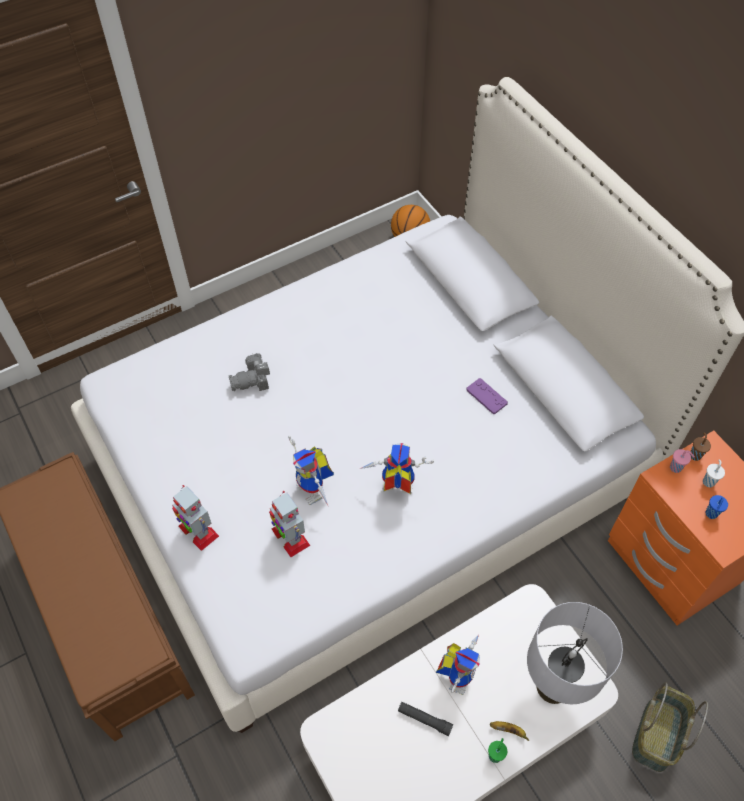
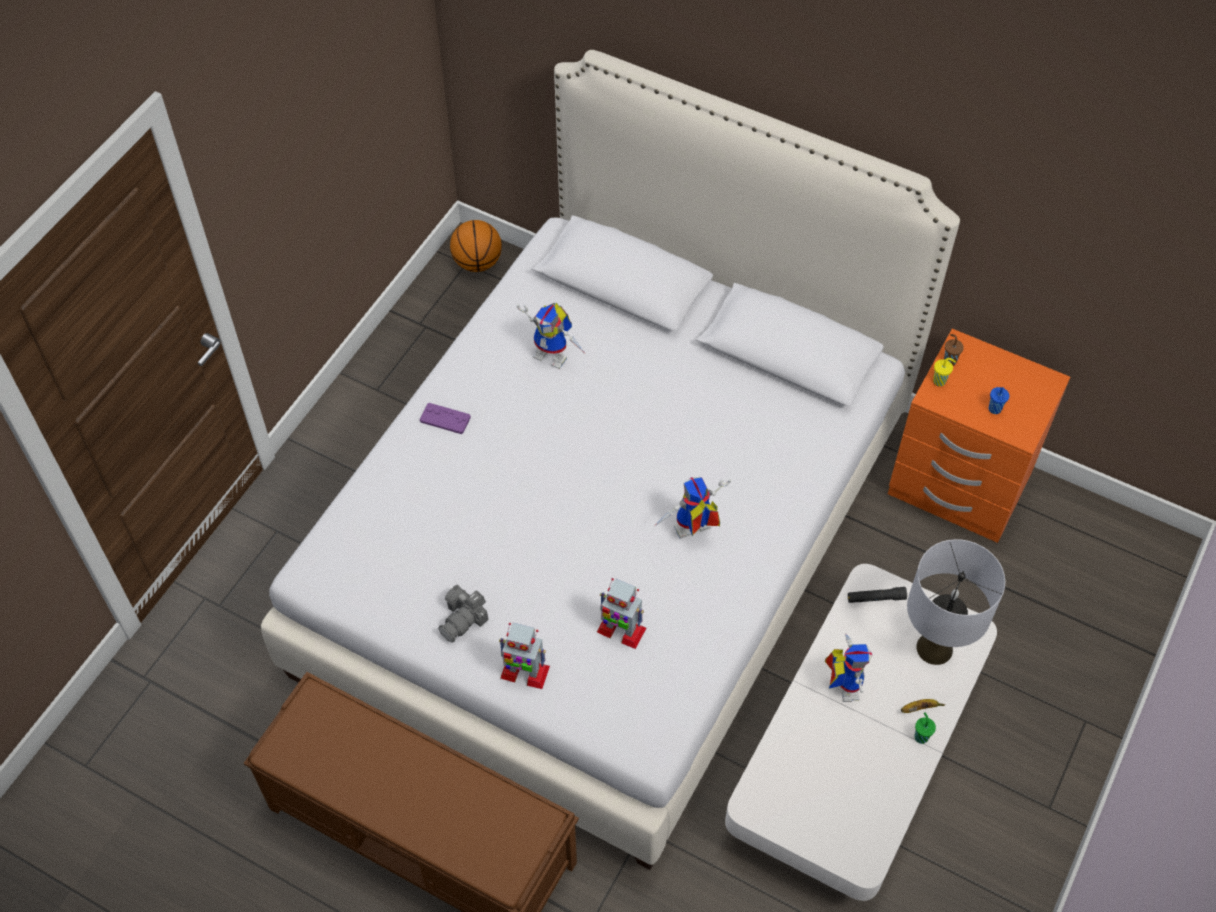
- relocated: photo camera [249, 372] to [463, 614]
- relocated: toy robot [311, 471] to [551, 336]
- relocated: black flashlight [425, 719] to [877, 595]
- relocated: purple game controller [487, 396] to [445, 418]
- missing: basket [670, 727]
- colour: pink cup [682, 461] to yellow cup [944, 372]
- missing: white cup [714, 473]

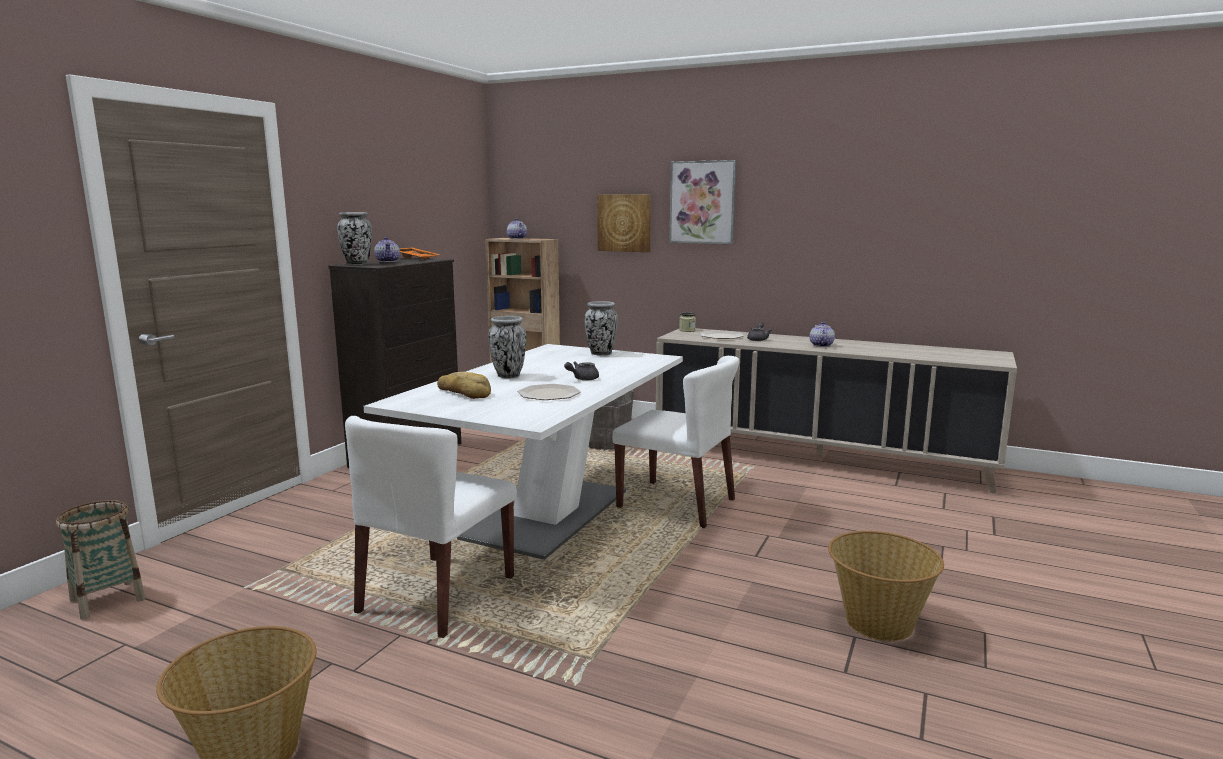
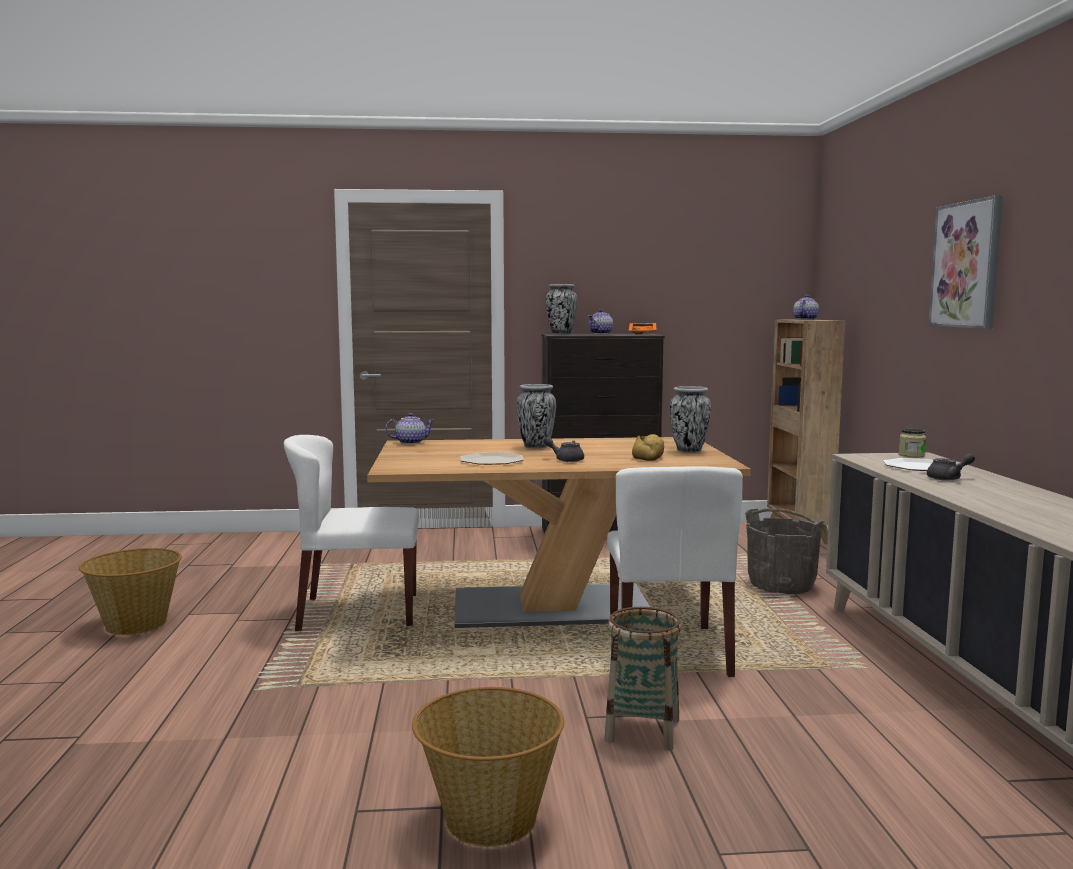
- relocated: basket [100, 560] to [643, 678]
- colour: white dining table [523, 452] to brown dining table [559, 532]
- relocated: bread [464, 385] to [648, 447]
- missing: picture [624, 223]
- relocated: teapot [822, 334] to [410, 428]

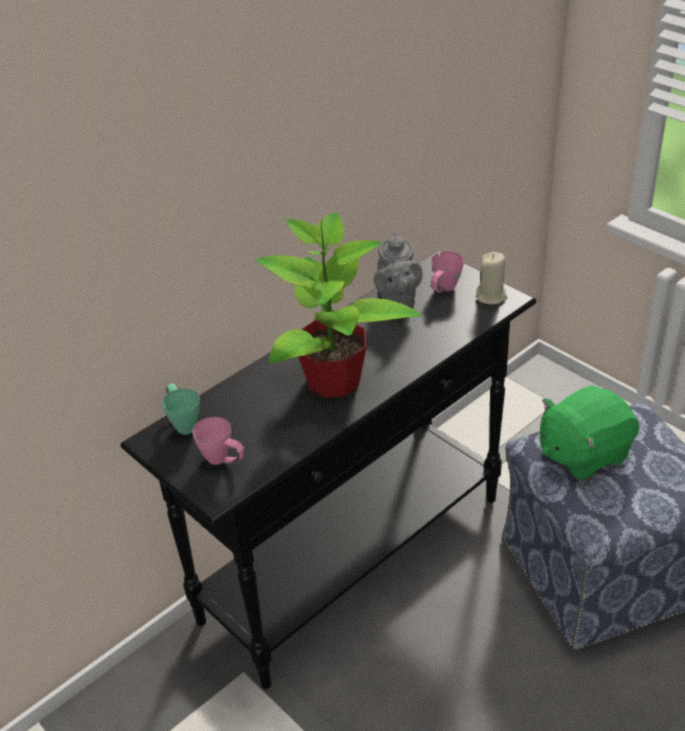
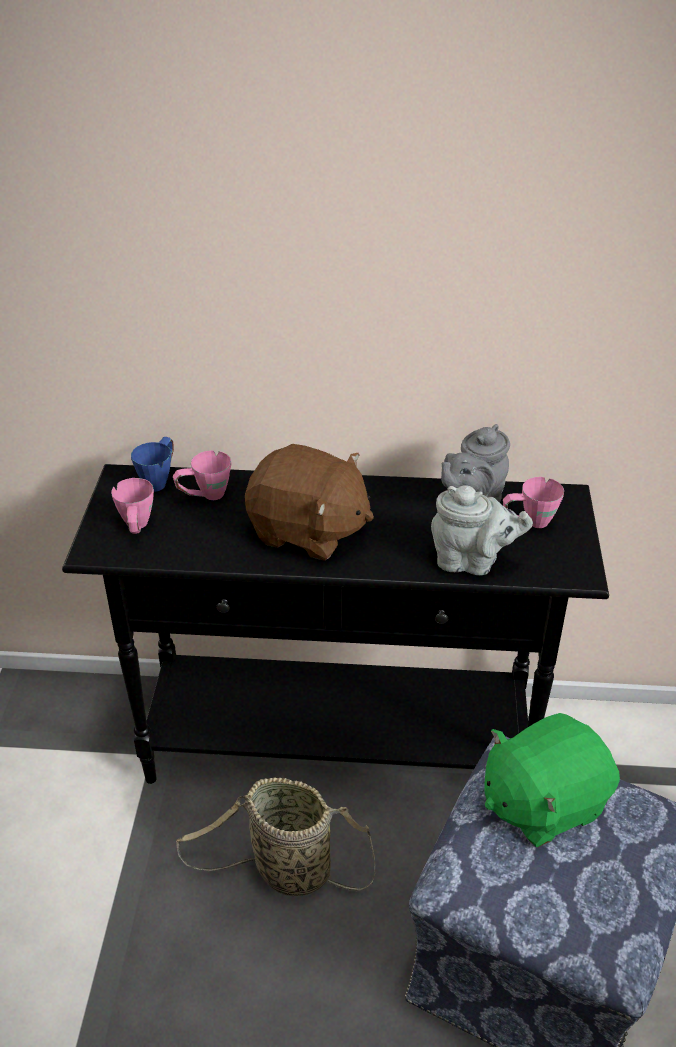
- colour: green mug [181, 409] to blue mug [152, 464]
- exchanged: potted plant [339, 305] to brown plush toy [309, 502]
- missing: beige candle [492, 278]
- spun: green plush toy [589, 433] = [552, 780] 45 degrees counterclockwise
- appeared: pink mug [202, 475]
- appeared: basket [275, 836]
- appeared: grey teapot [482, 530]

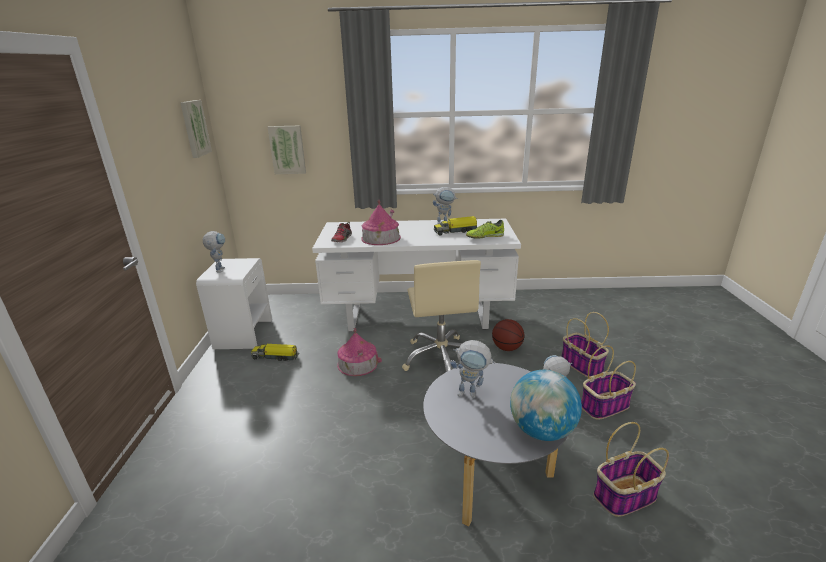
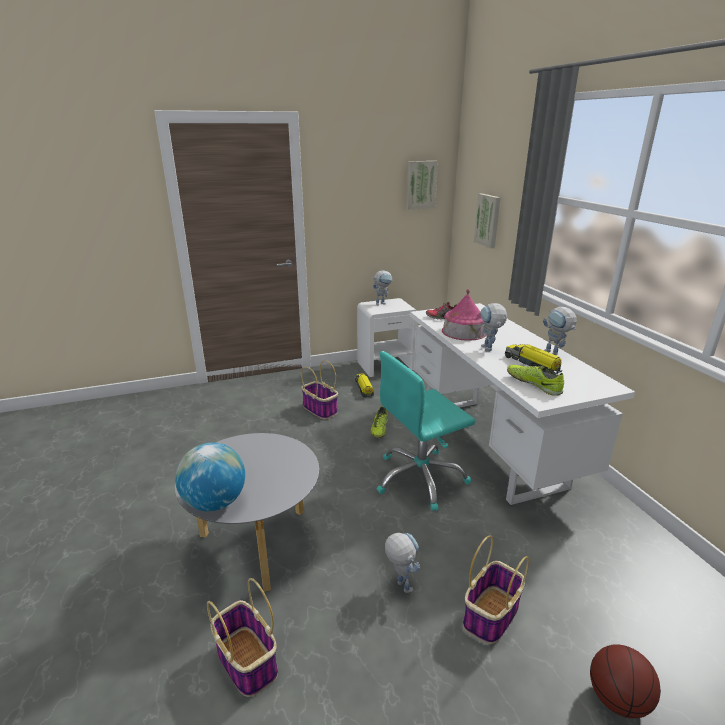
- exchanged: toy house [359, 352] to shoe [379, 422]
- colour: beige office chair [441, 316] to turquoise office chair [426, 431]
- relocated: toy robot [472, 369] to [494, 327]
- relocated: basketball [508, 335] to [625, 681]
- relocated: basket [608, 382] to [319, 390]

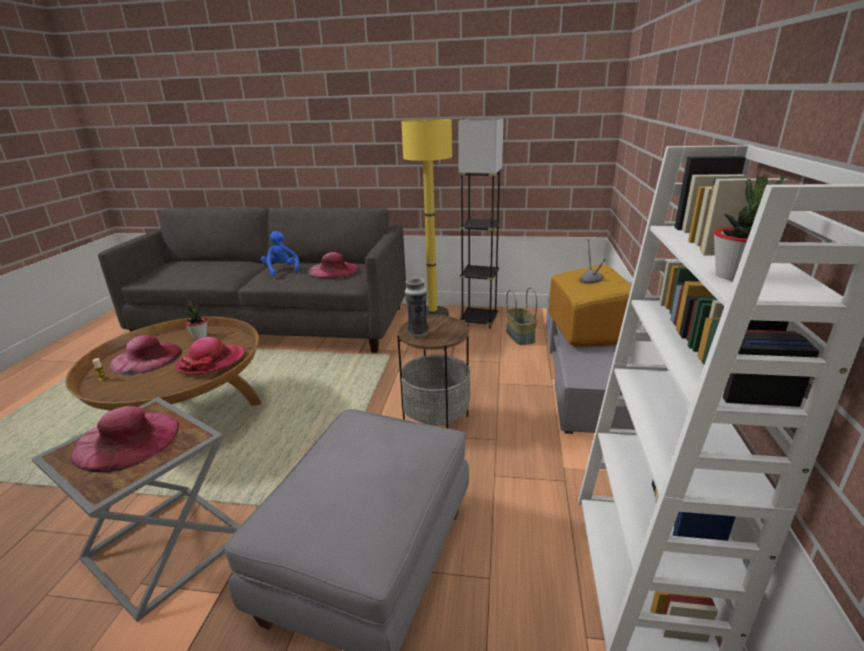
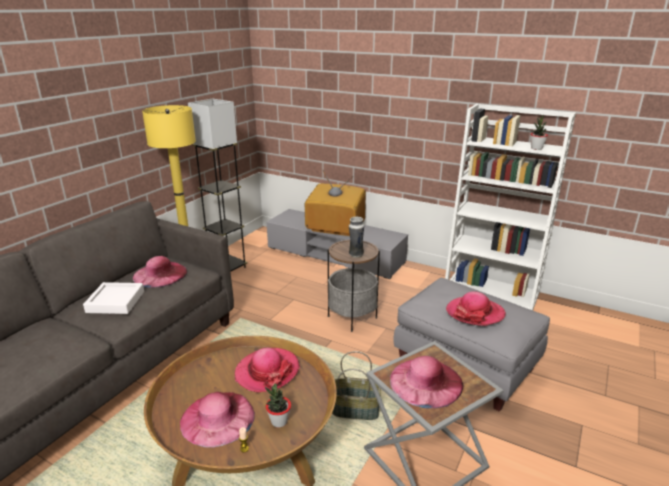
- relocated: potted plant [195, 319] to [278, 406]
- exchanged: blue plush toy [280, 253] to white tray [113, 298]
- relocated: basket [521, 316] to [356, 385]
- appeared: hat [476, 308]

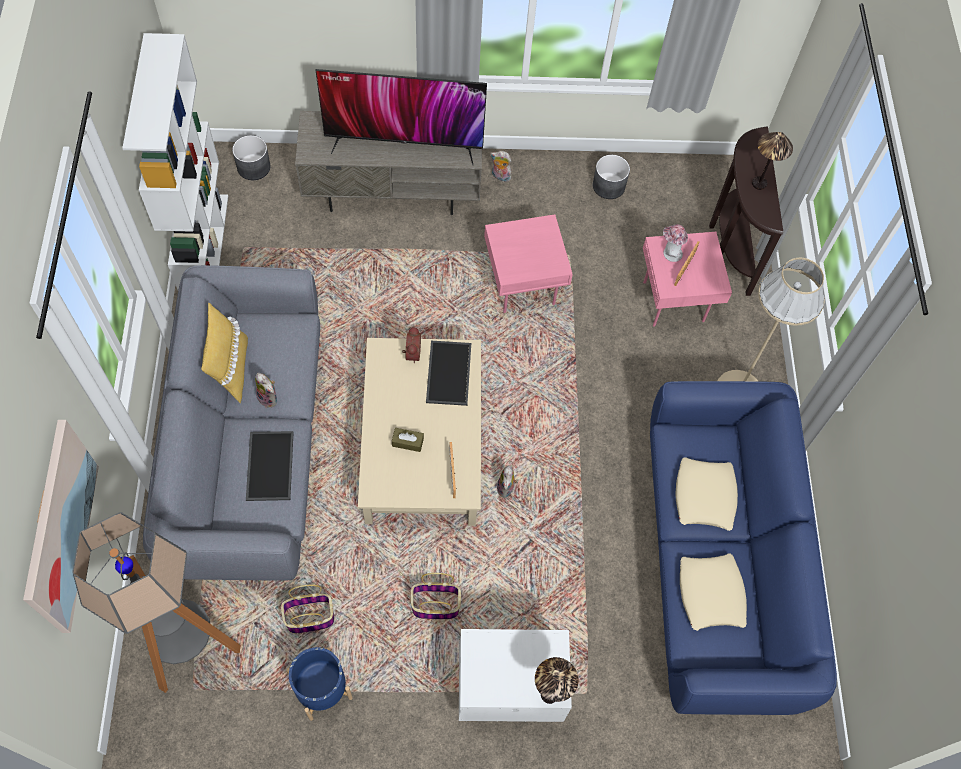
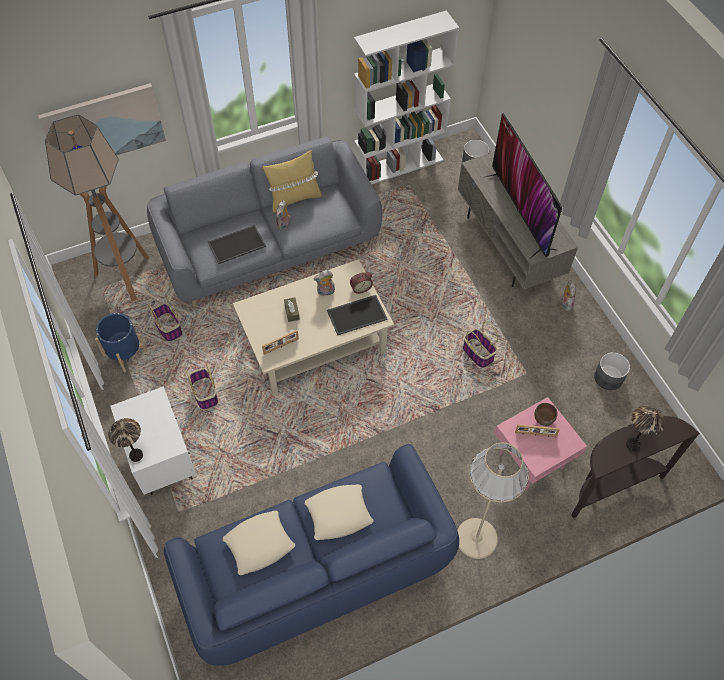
- exchanged: pink side table [528, 263] to basket [480, 345]
- relocated: plush toy [507, 481] to [324, 283]
- exchanged: hat [675, 243] to brown bowl [545, 414]

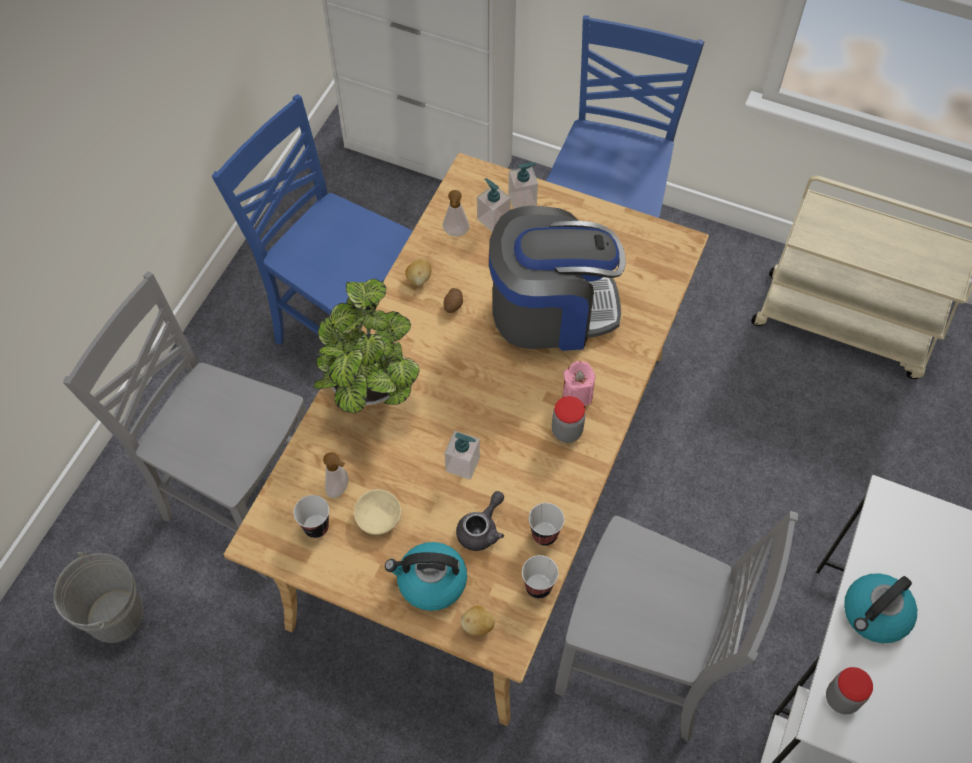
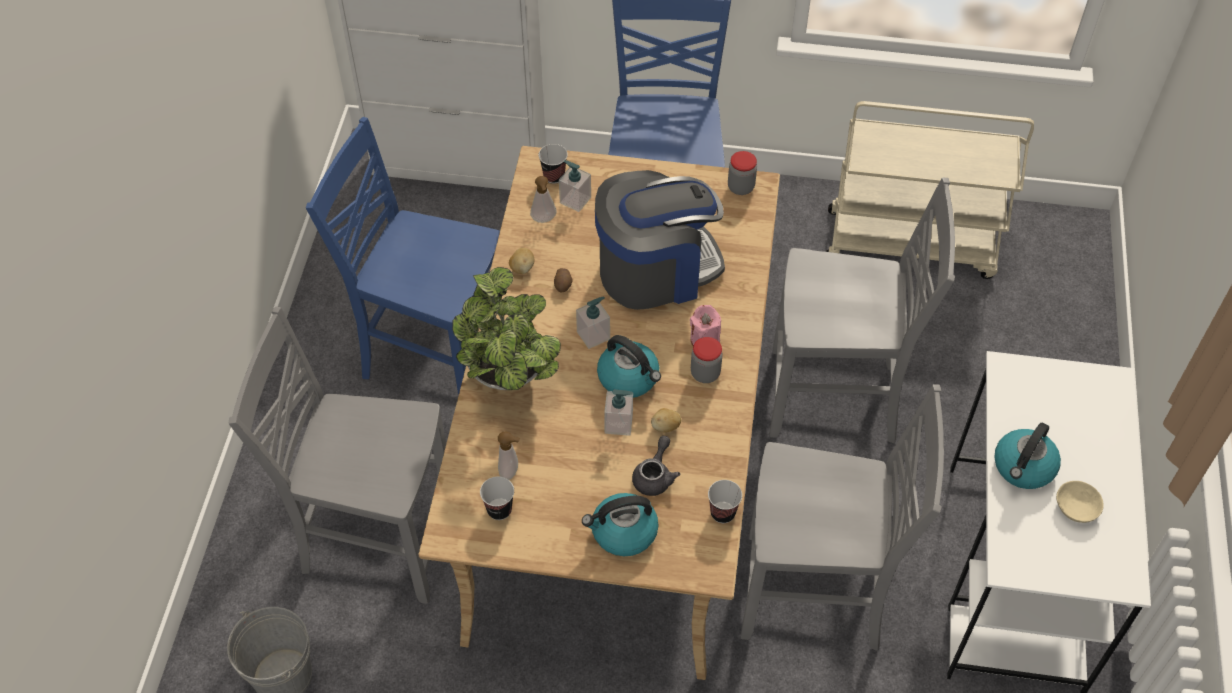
- relocated: beige bowl [377, 512] to [1080, 502]
- relocated: potato [478, 621] to [666, 420]
- relocated: soap dispenser [523, 185] to [593, 322]
- relocated: cup [546, 524] to [553, 164]
- relocated: jar [849, 690] to [742, 173]
- appeared: kettle [629, 366]
- appeared: grey chair [862, 310]

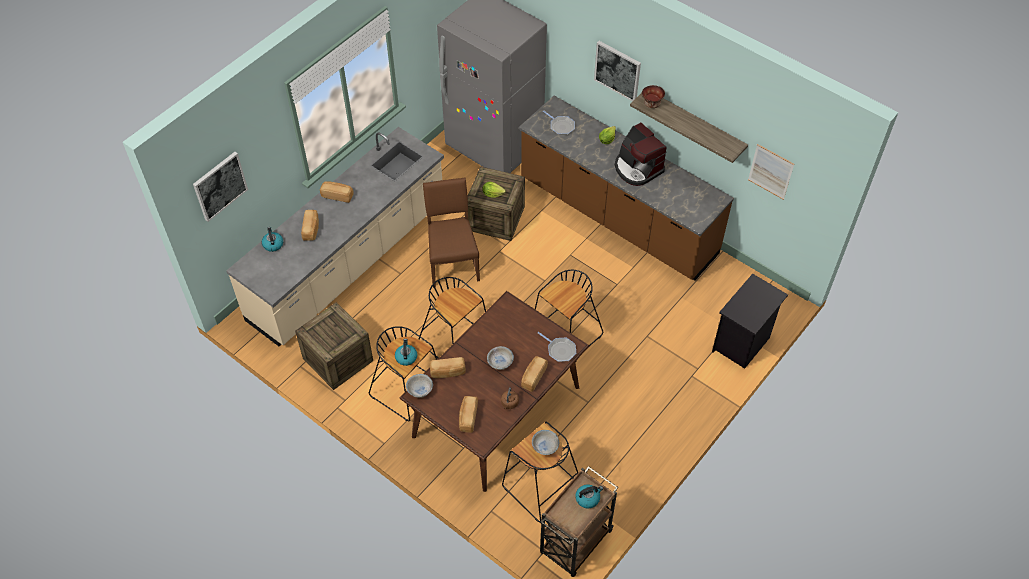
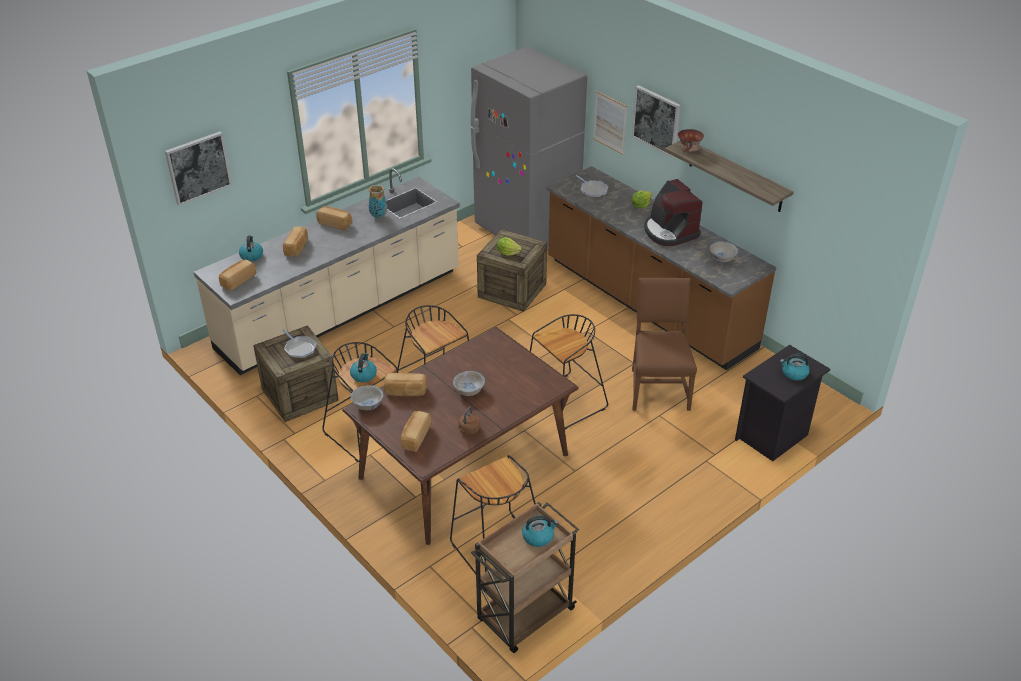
- relocated: brown chair [451, 232] to [664, 344]
- relocated: bread [534, 374] to [237, 275]
- relocated: white bowl [545, 442] to [724, 251]
- relocated: frying pan [557, 347] to [299, 343]
- relocated: picture [771, 172] to [610, 123]
- appeared: vase [377, 202]
- appeared: kettle [795, 366]

